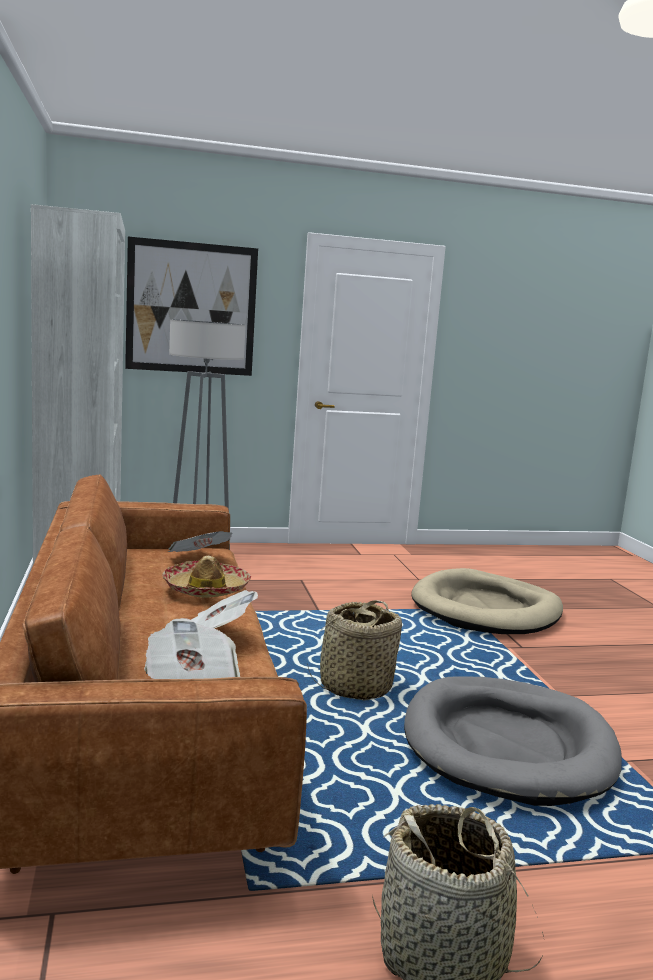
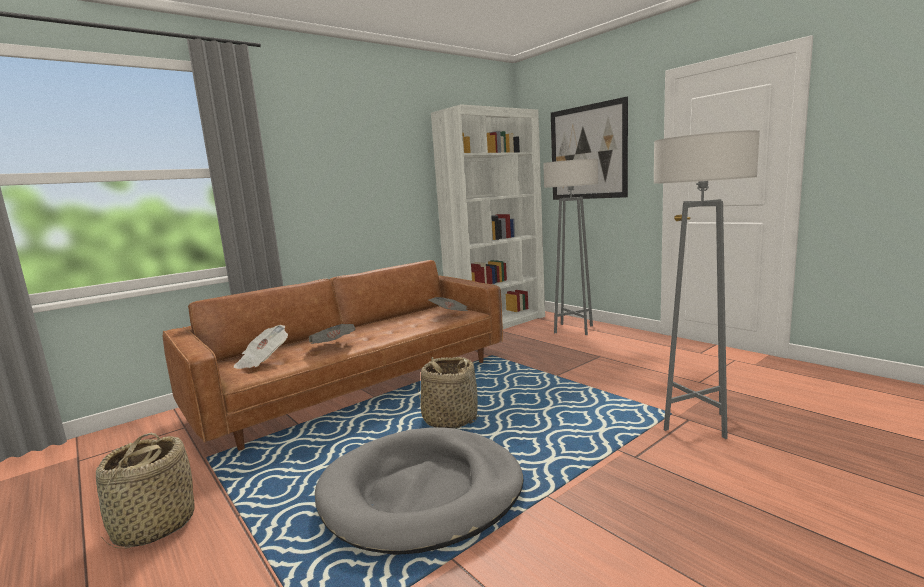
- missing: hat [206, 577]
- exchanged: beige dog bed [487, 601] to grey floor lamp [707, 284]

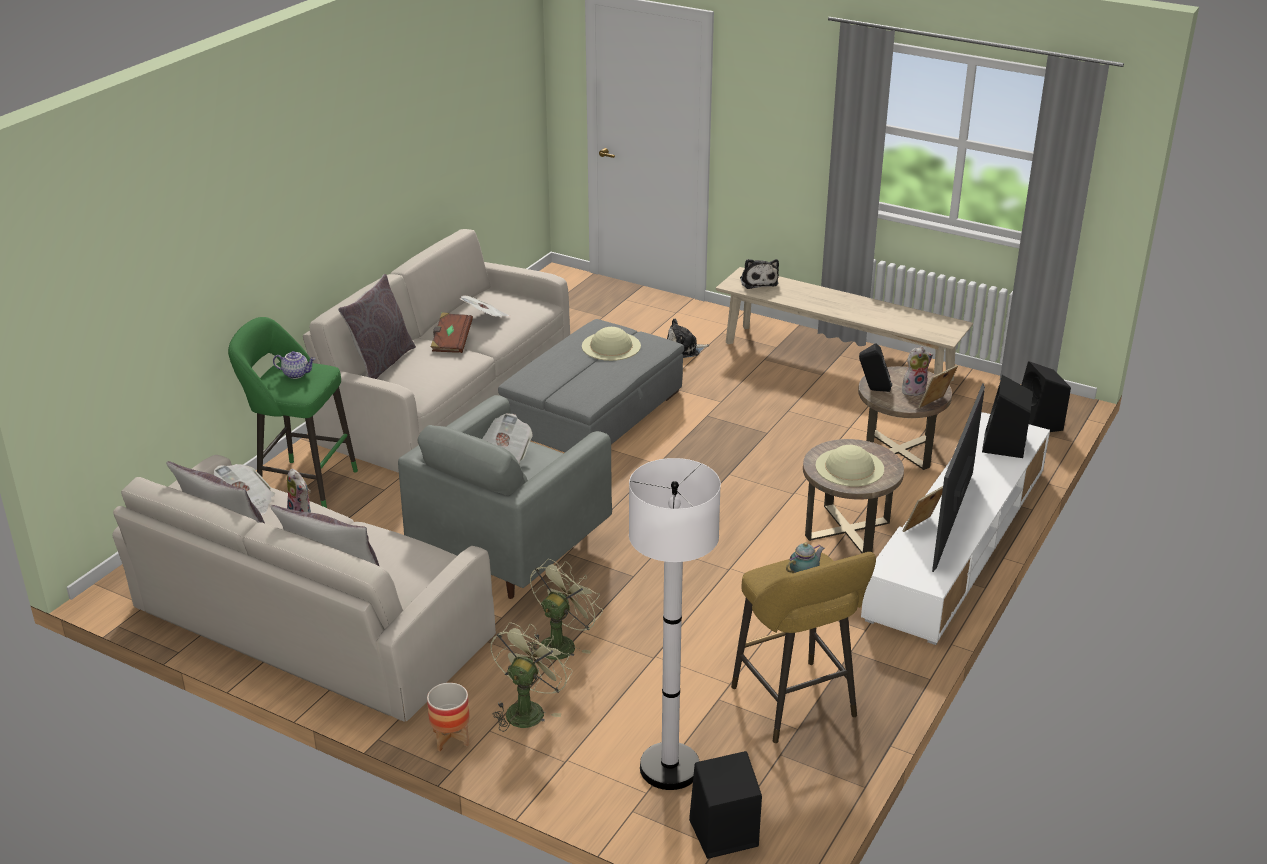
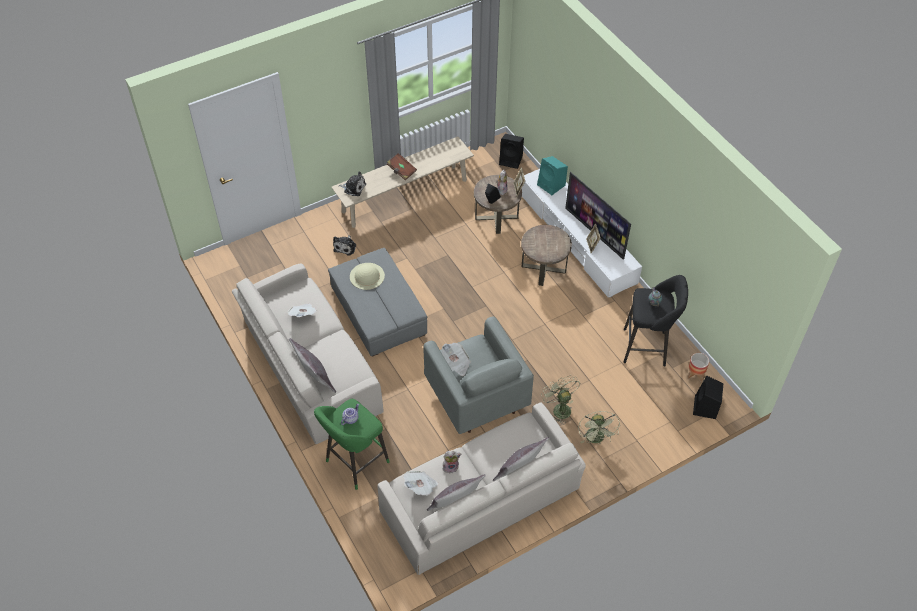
- relocated: planter [448, 717] to [698, 367]
- relocated: brown book [452, 332] to [402, 166]
- spun: green fan [531, 677] = [599, 428] 150 degrees counterclockwise
- missing: white floor lamp [675, 624]
- colour: yellow stool [803, 647] to black stool [655, 320]
- missing: beige hat [849, 466]
- colour: black speaker [1007, 416] to turquoise speaker [552, 175]

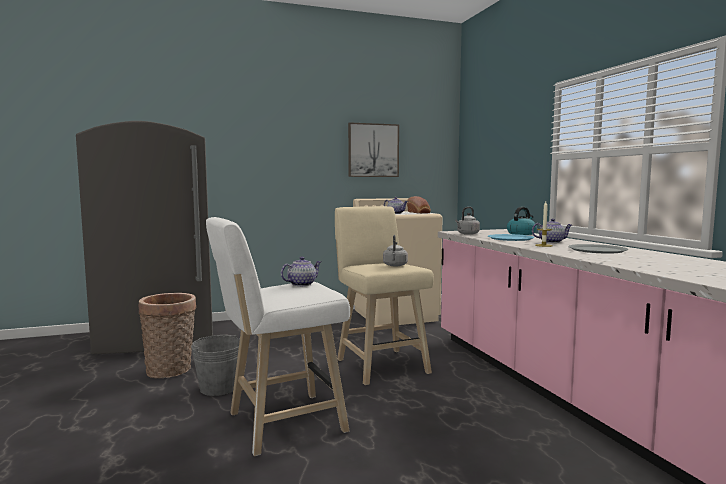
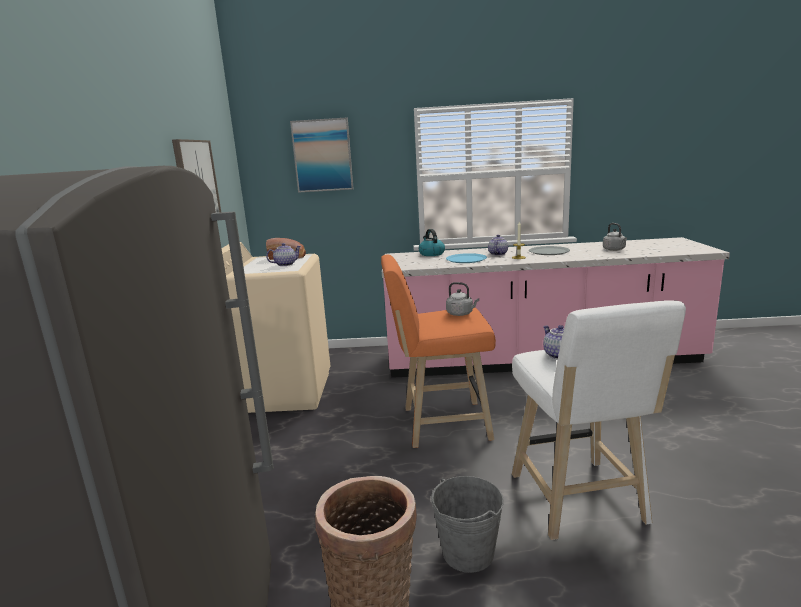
- colour: beige stool [384, 295] to orange stool [438, 351]
- relocated: grey kettle [467, 221] to [615, 237]
- appeared: picture [322, 155]

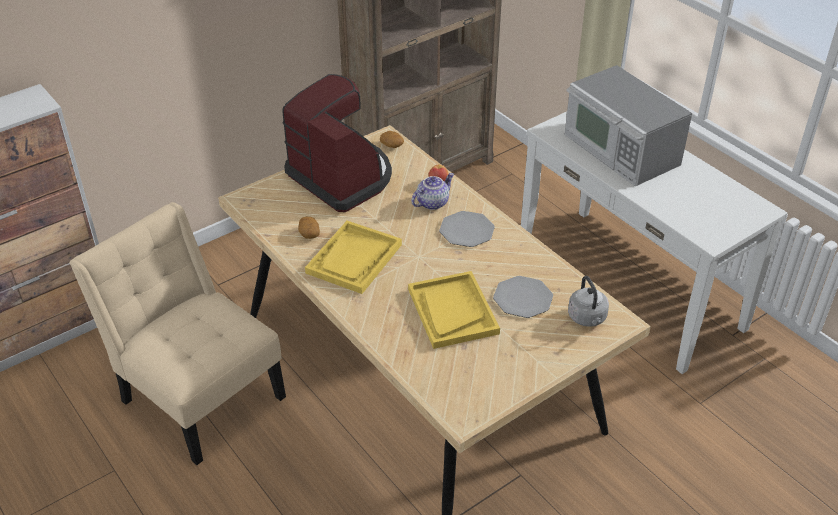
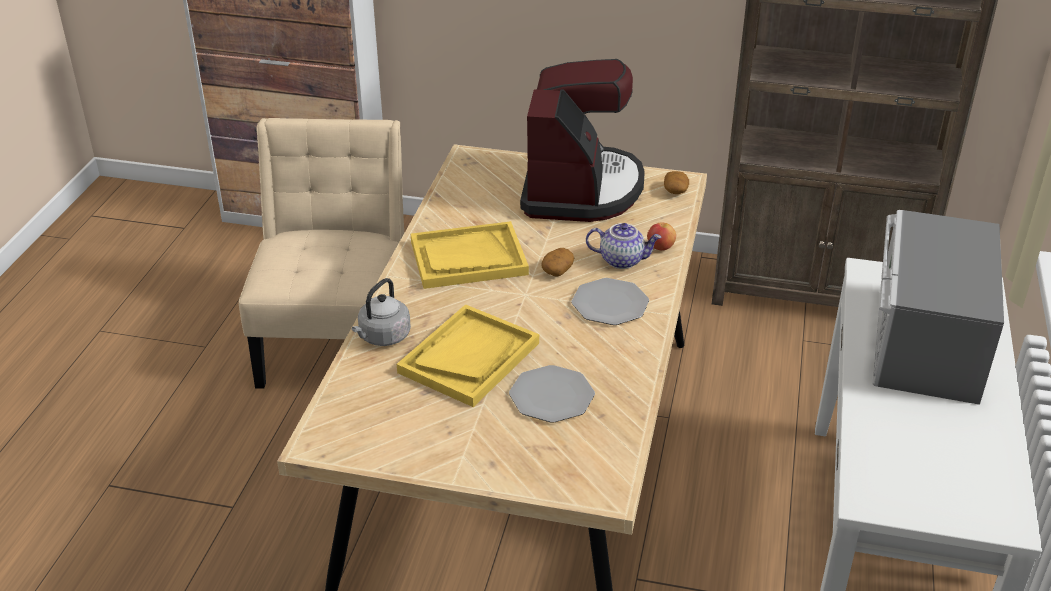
- relocated: potato [309, 228] to [558, 262]
- relocated: grey kettle [588, 301] to [381, 312]

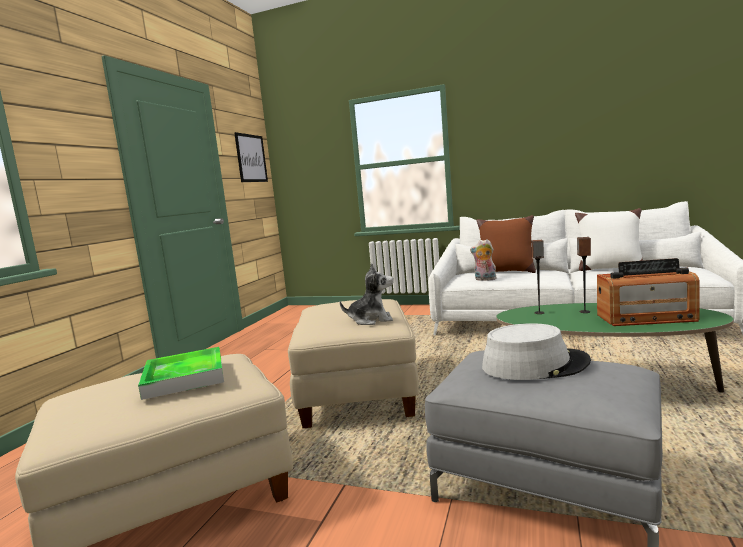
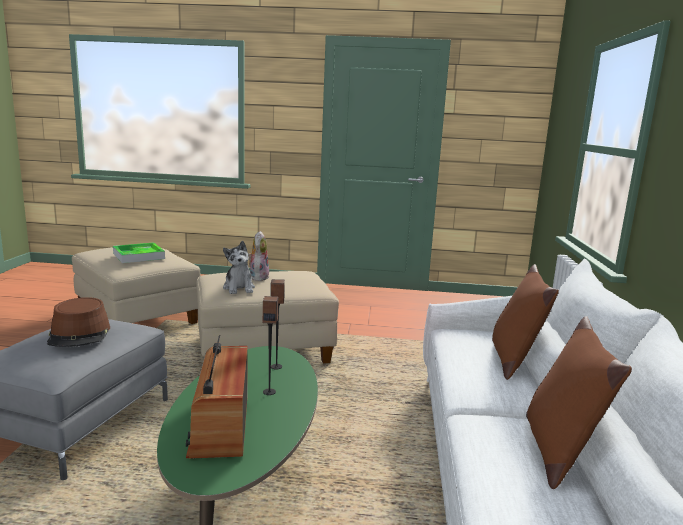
- missing: picture [251, 157]
- relocated: plush toy [483, 260] to [258, 256]
- colour: grey hat [536, 351] to brown hat [78, 322]
- colour: white pillow [609, 239] to brown pillow [579, 402]

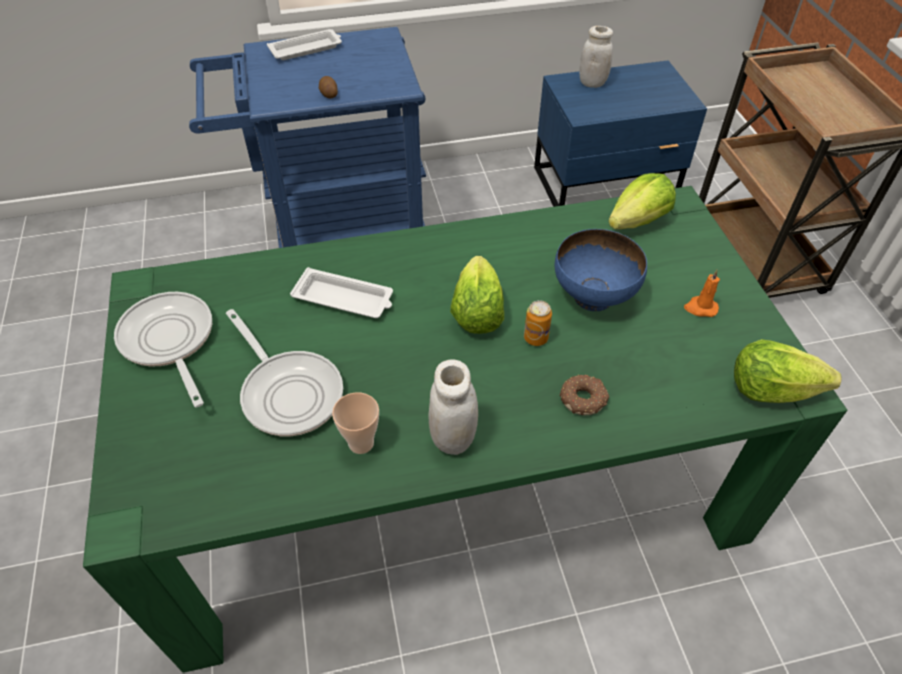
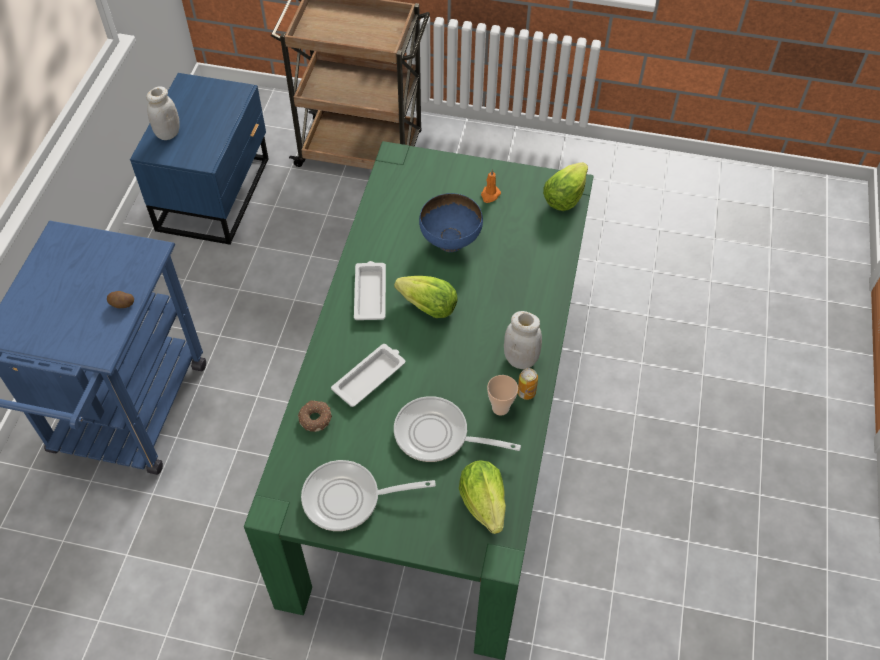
- spun: frying pan [284, 372] = [457, 429] 150 degrees counterclockwise
- relocated: white tray [304, 44] to [370, 290]
- relocated: can [538, 323] to [528, 384]
- relocated: donut [584, 395] to [315, 416]
- relocated: lettuce [642, 201] to [482, 497]

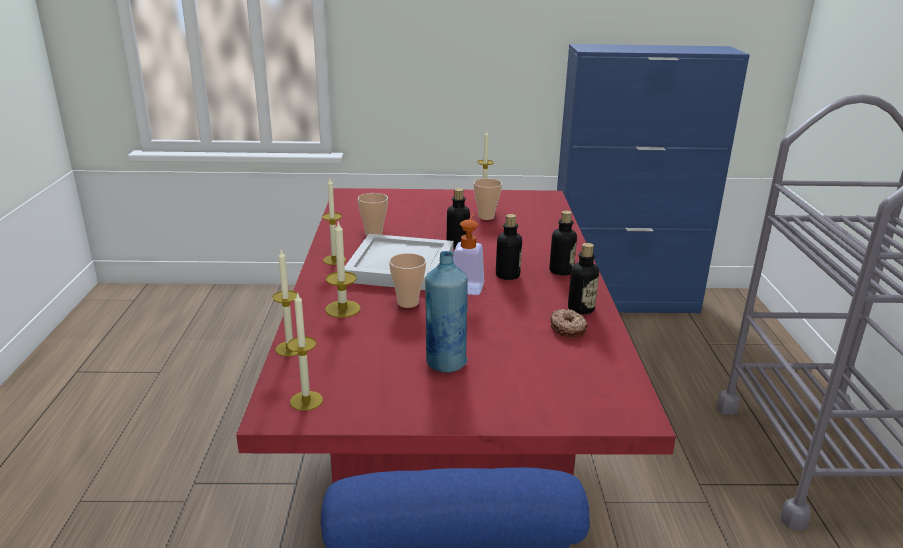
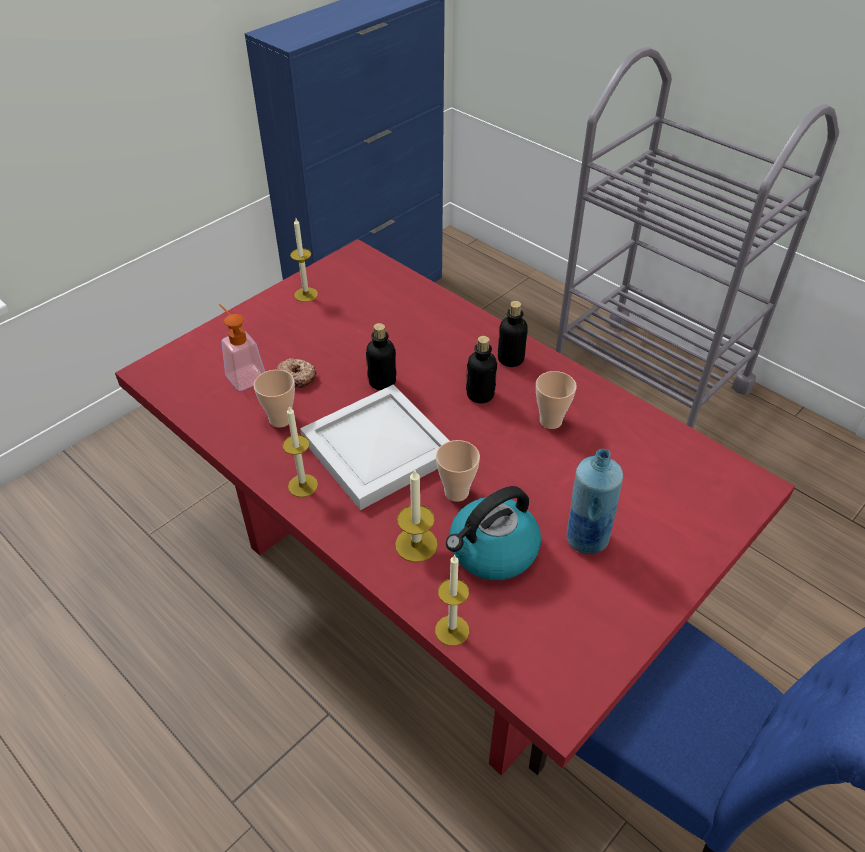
- missing: candle [305, 351]
- relocated: soap dispenser [468, 254] to [242, 347]
- relocated: cup [488, 199] to [556, 400]
- relocated: donut [569, 323] to [296, 373]
- missing: bottle [583, 278]
- appeared: kettle [493, 533]

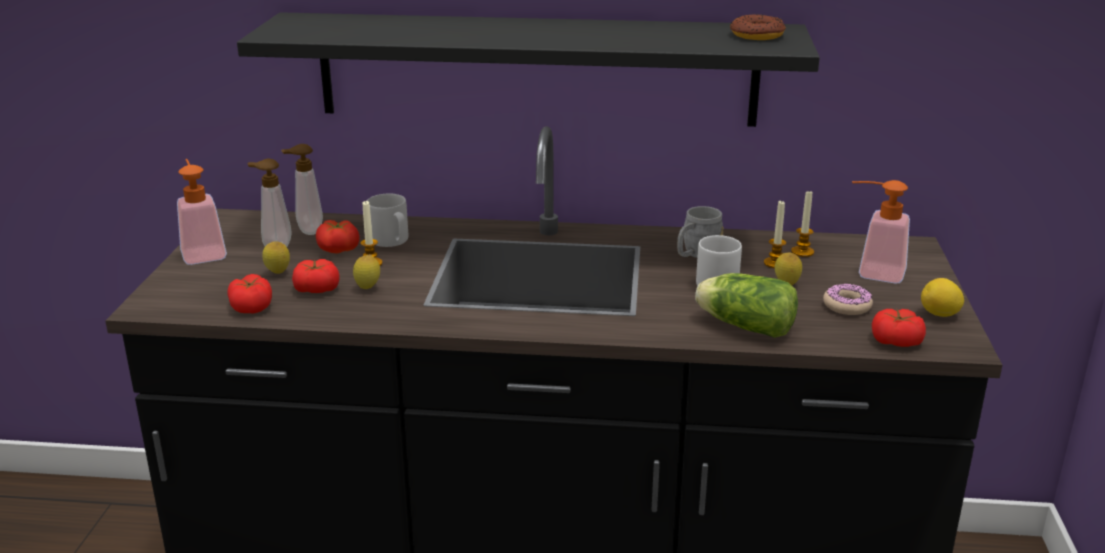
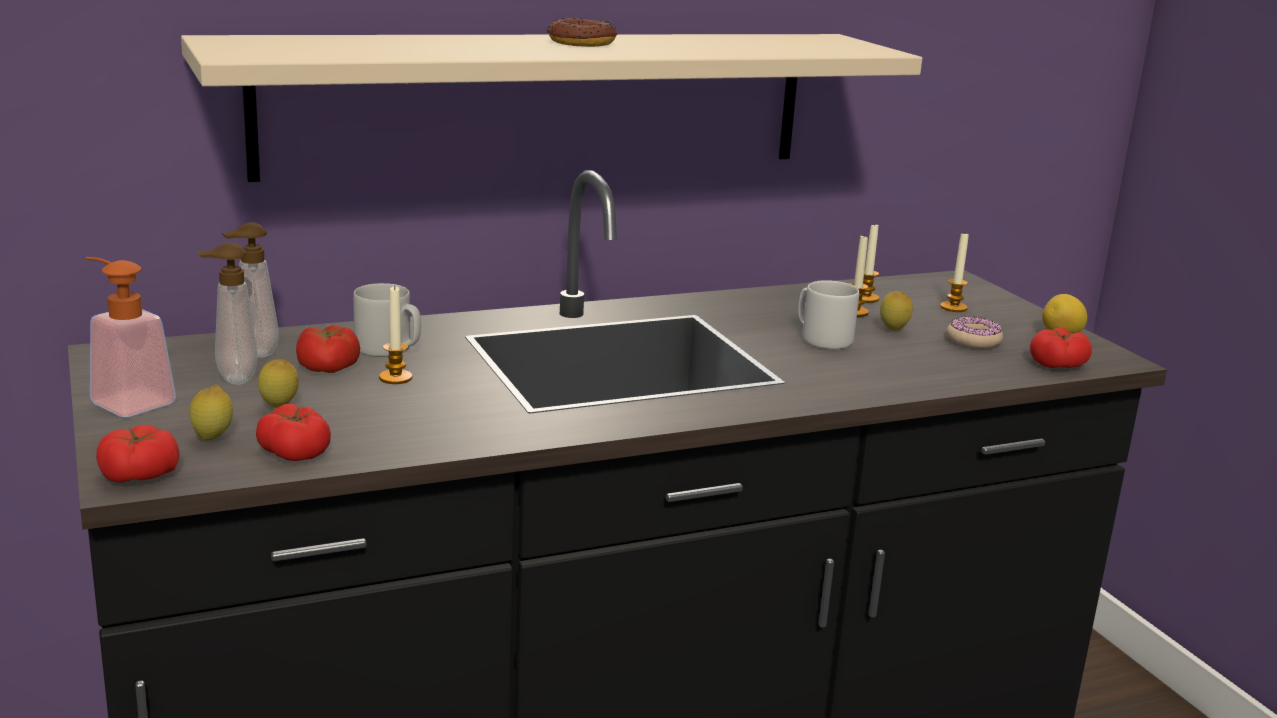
- colour: black shelf [528, 69] to beige shelf [551, 108]
- relocated: tomato [316, 276] to [137, 454]
- relocated: lemon [366, 271] to [211, 412]
- missing: grey mug [700, 232]
- missing: lettuce [746, 305]
- relocated: donut [758, 27] to [582, 32]
- exchanged: soap dispenser [881, 232] to candle [955, 272]

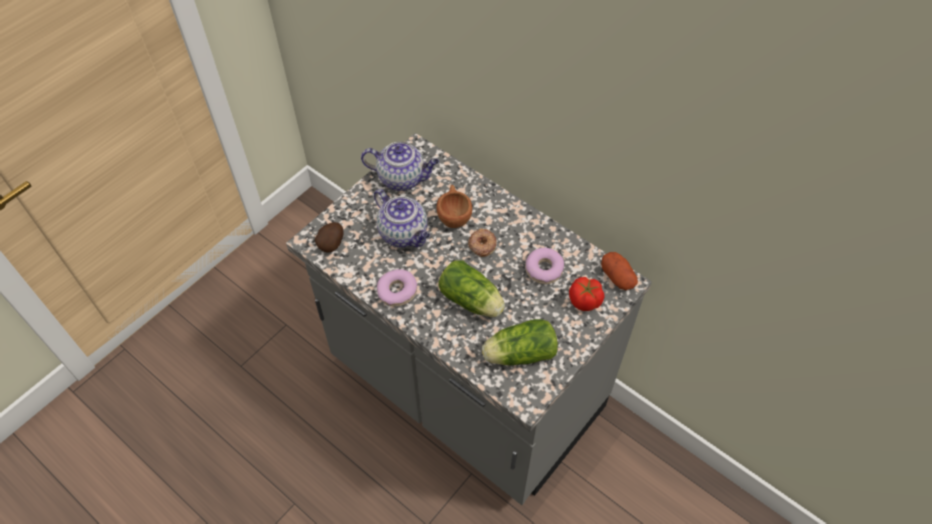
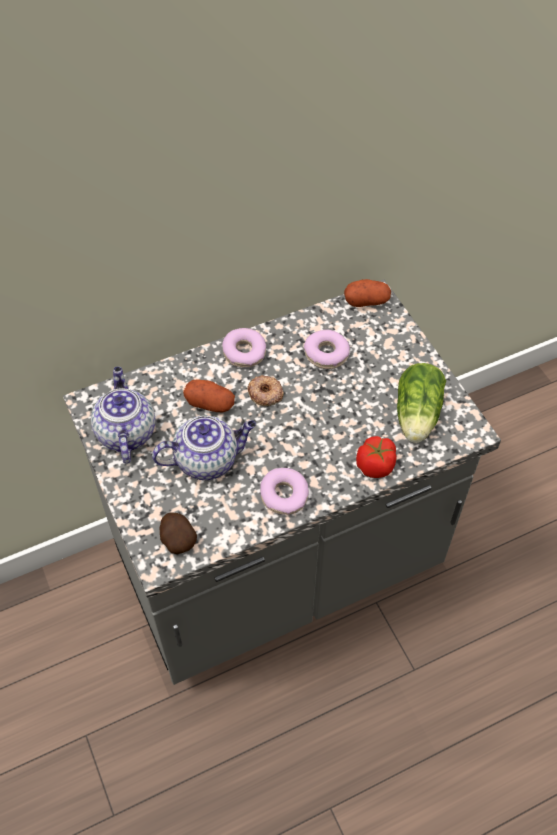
- spun: teapot [400, 166] = [123, 415] 45 degrees counterclockwise
- exchanged: brown cup [454, 206] to potato [209, 396]
- missing: lettuce [471, 288]
- relocated: tomato [587, 294] to [376, 457]
- appeared: donut [244, 347]

